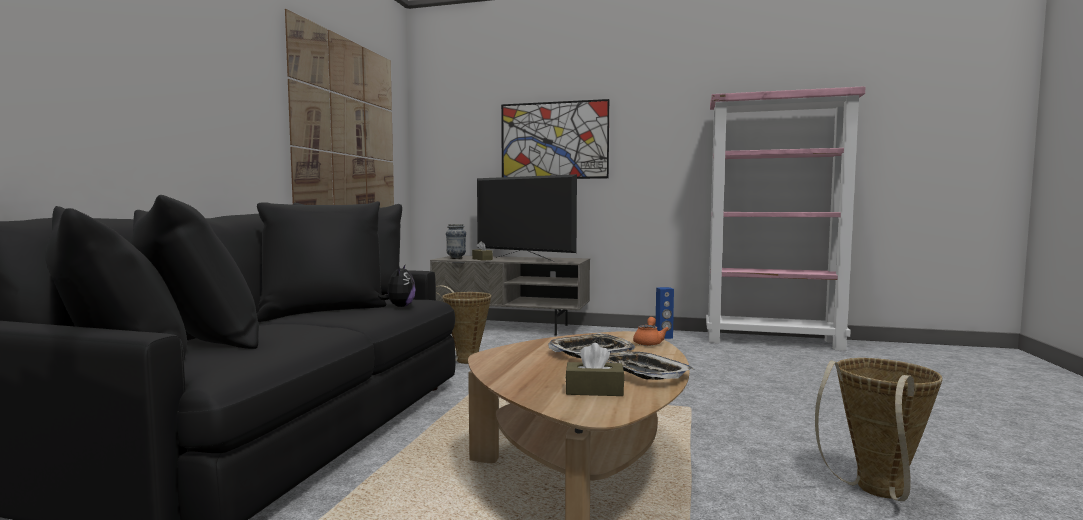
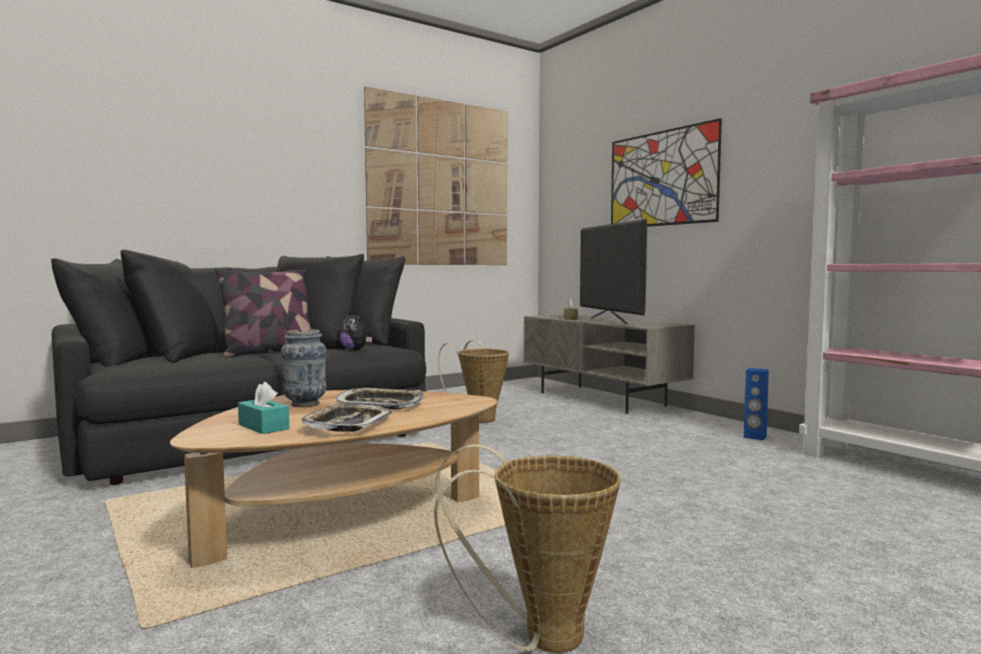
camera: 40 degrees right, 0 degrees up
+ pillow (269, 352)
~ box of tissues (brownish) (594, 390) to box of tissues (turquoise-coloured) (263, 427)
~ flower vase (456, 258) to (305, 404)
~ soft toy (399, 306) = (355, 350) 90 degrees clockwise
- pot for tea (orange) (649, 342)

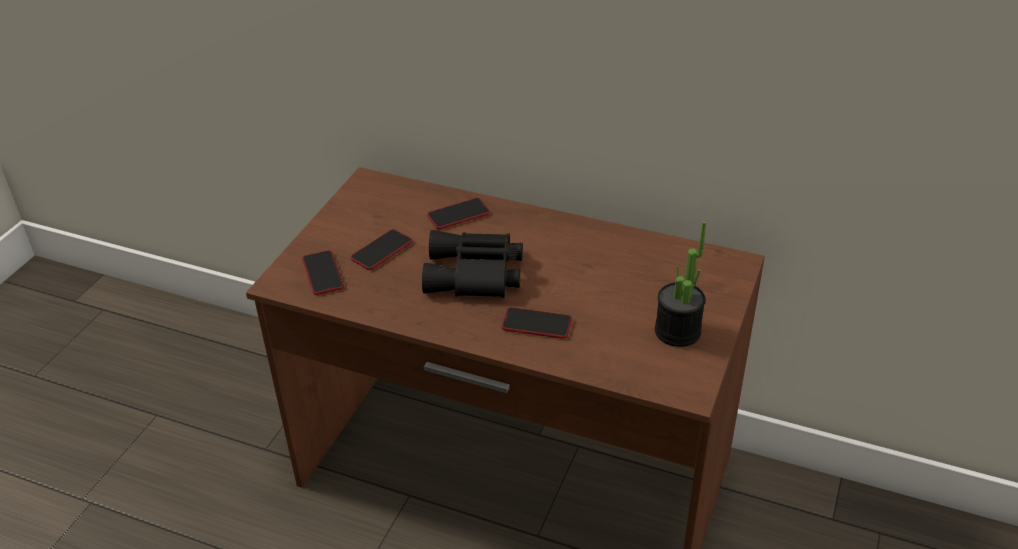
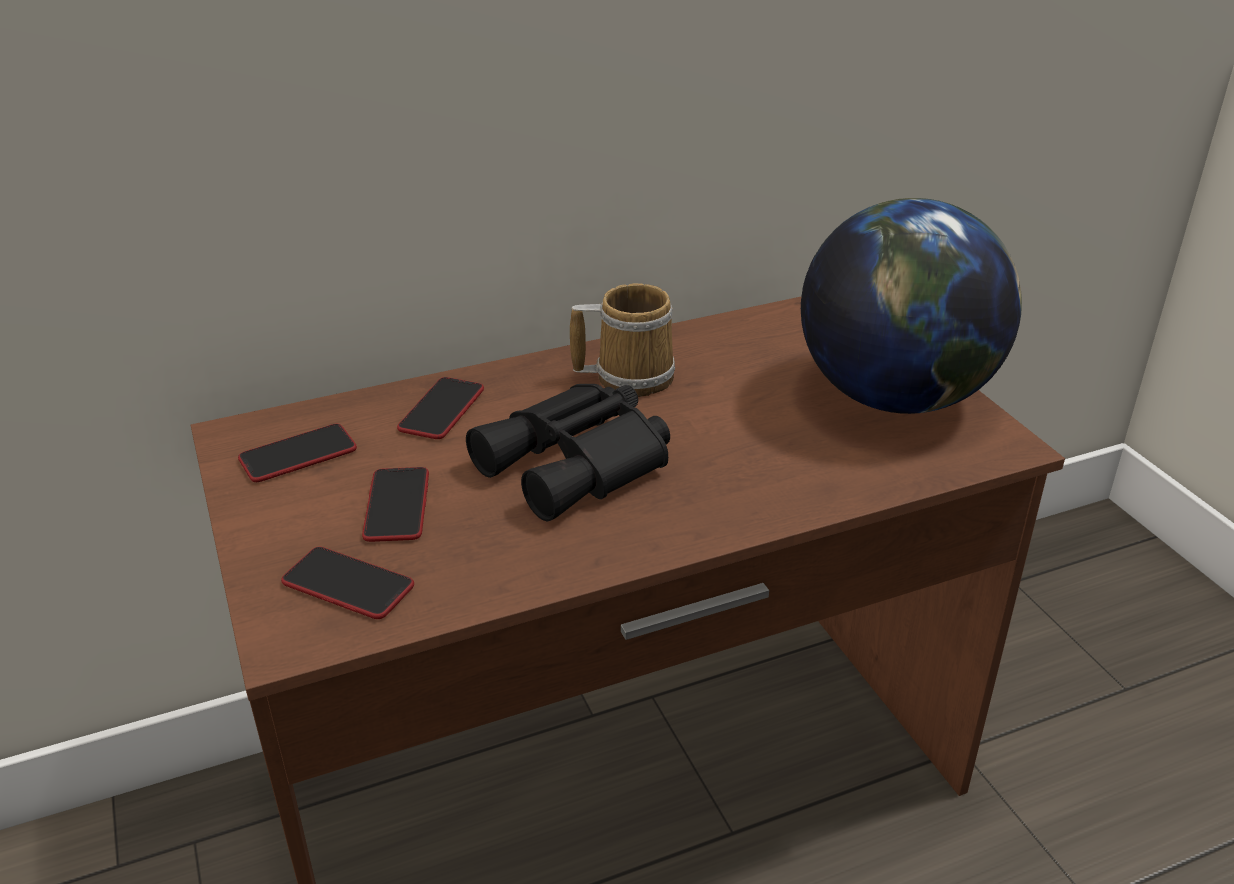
camera: 45 degrees left, 5 degrees down
~ phone (536, 324) to (298, 455)
+ mug (629, 375)
~ plant in a pot (677, 331) to globe (896, 396)

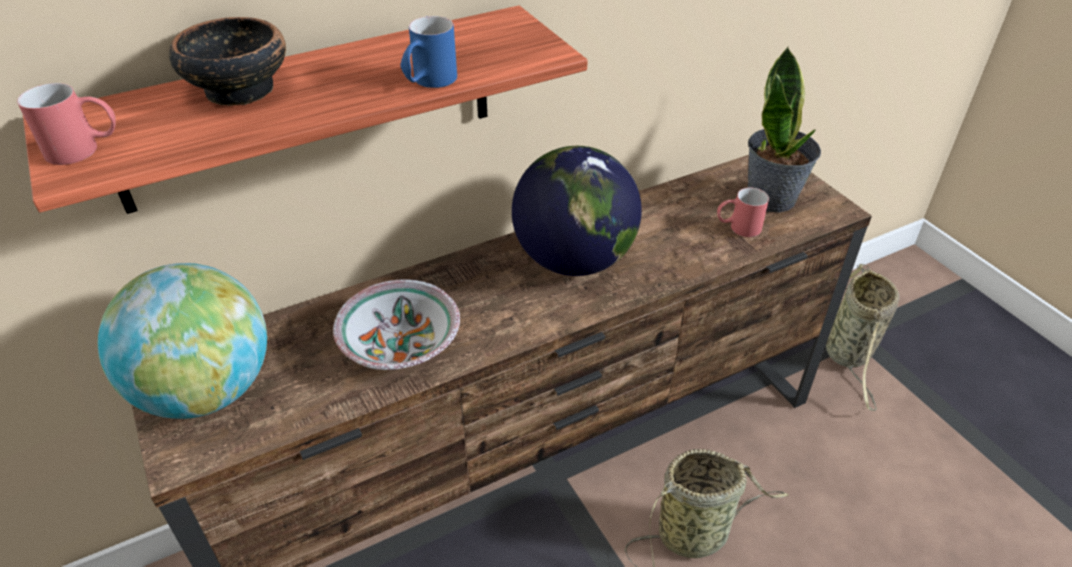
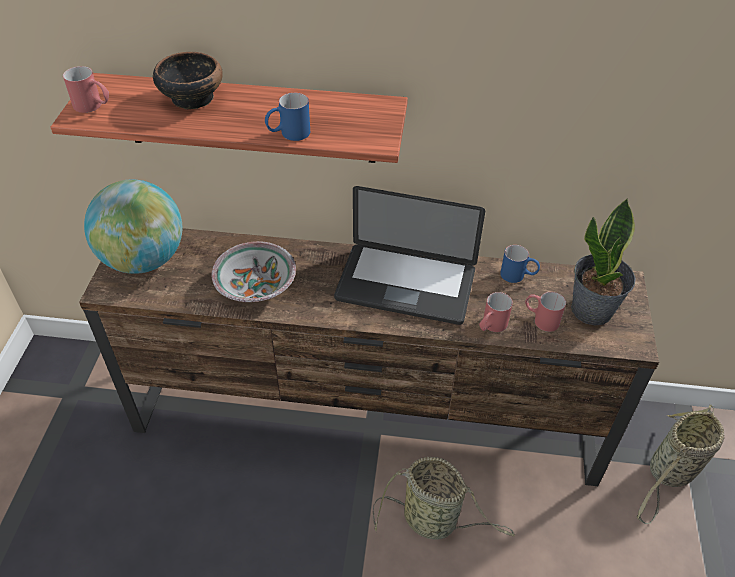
camera: 35 degrees right, 5 degrees up
~ globe (574, 259) to laptop (405, 285)
+ mug (reddish) (491, 326)
+ mug (bluish) (518, 276)

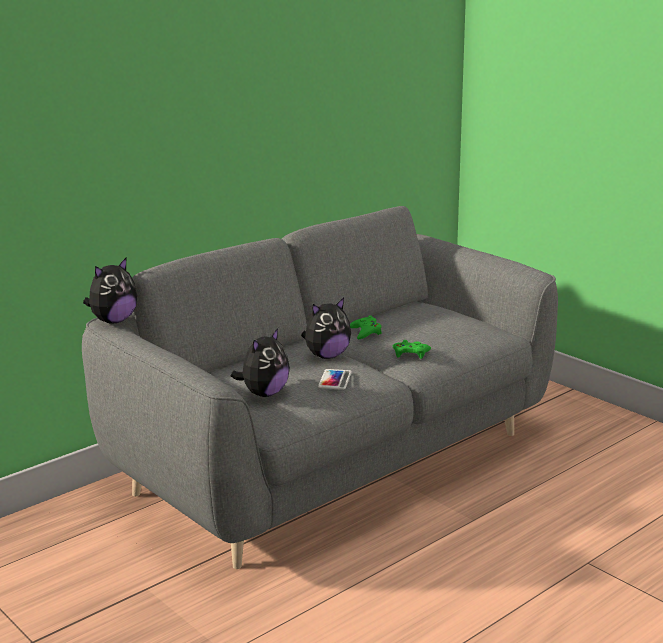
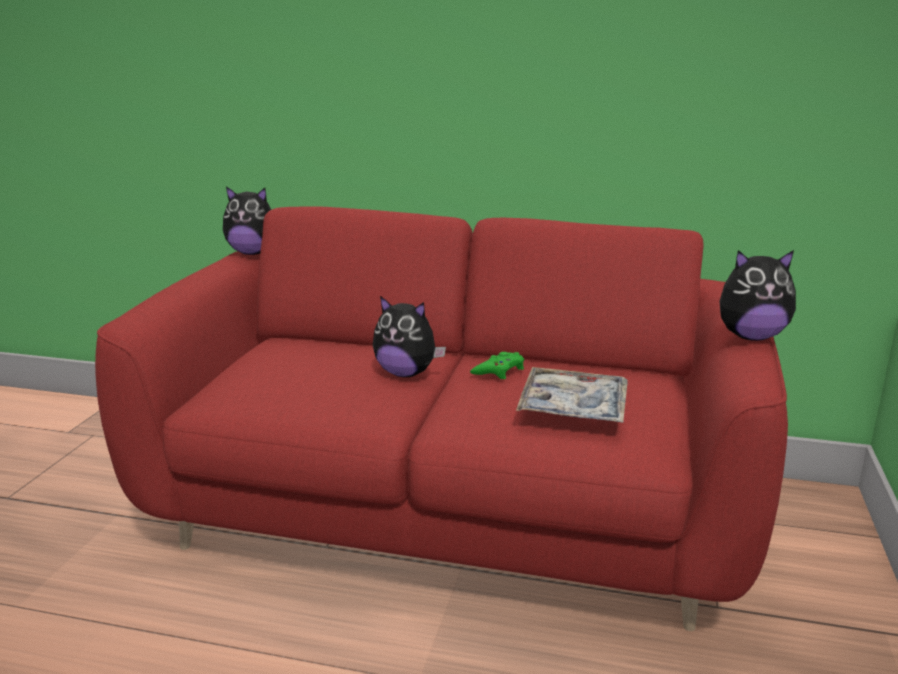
camera: 55 degrees right, 0 degrees up
~ settee (gray) (333, 462) to settee (reddish) (449, 519)
+ carrying tray (573, 407)
~ soft toy (264, 393) to (750, 337)
- phone (335, 380)
- gamepad (green-coloured) (410, 354)

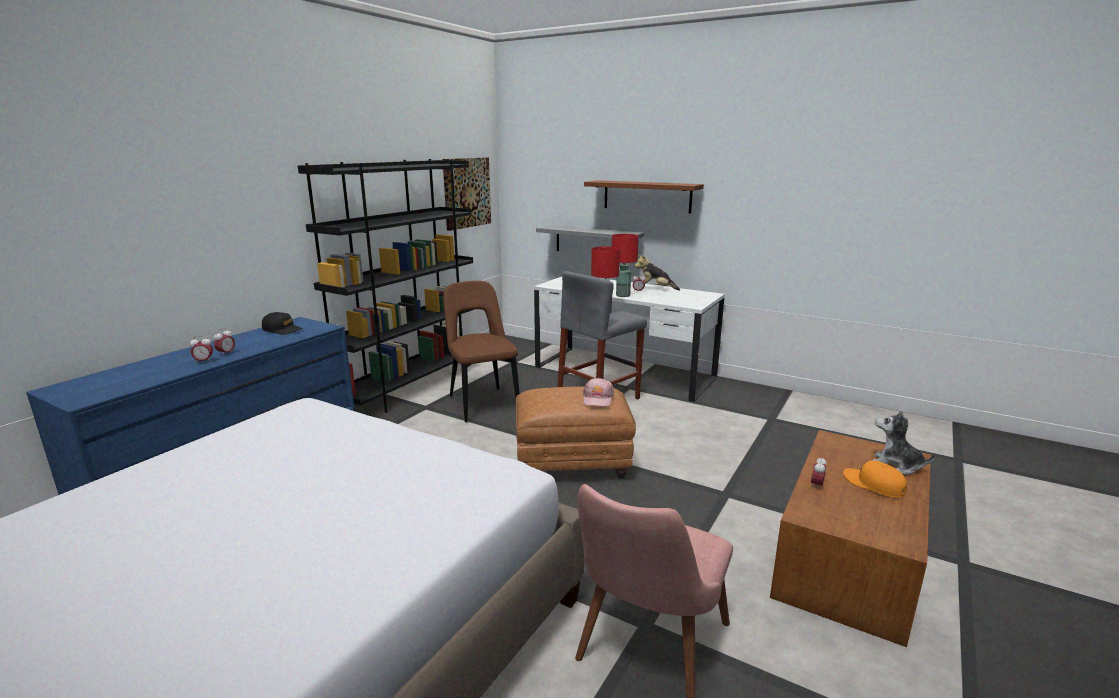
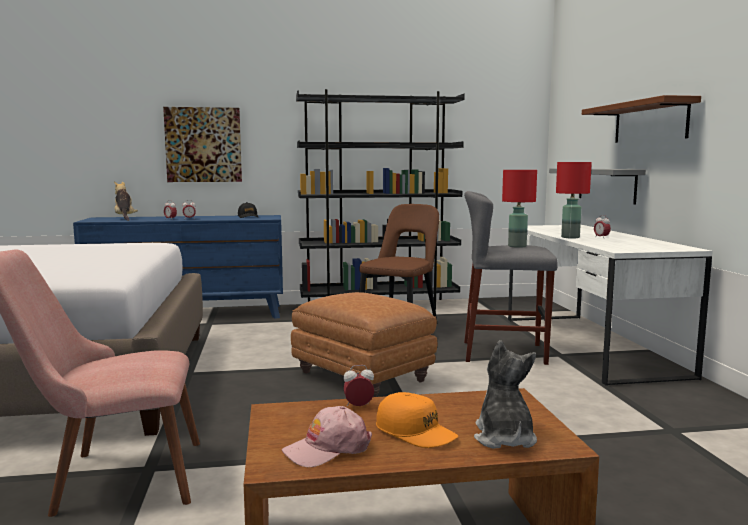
camera: 50 degrees right, 10 degrees down
~ soft toy (655, 289) to (124, 218)
~ picture (466, 193) to (203, 145)
~ baseball cap (pink-coloured) (598, 399) to (327, 449)
~ baseball cap (orange) (873, 484) = (415, 432) 120 degrees clockwise

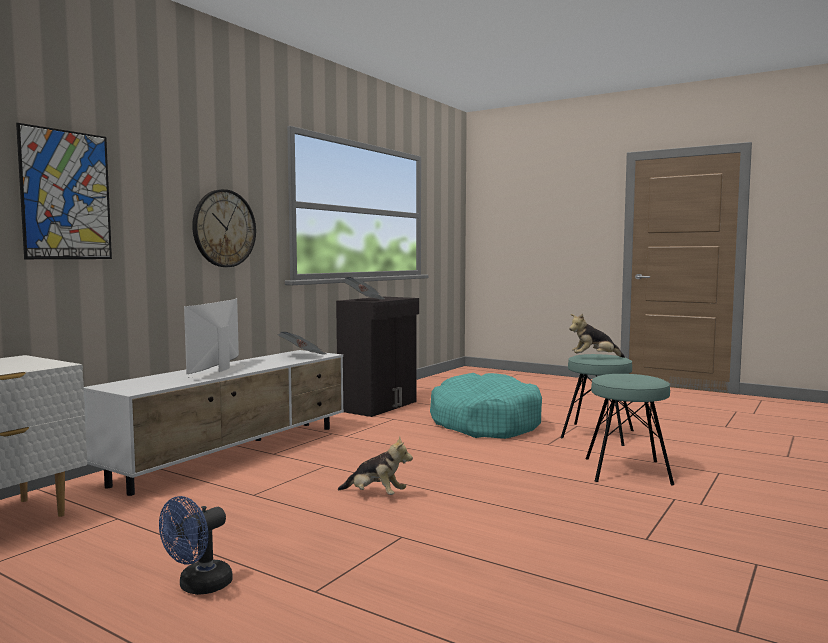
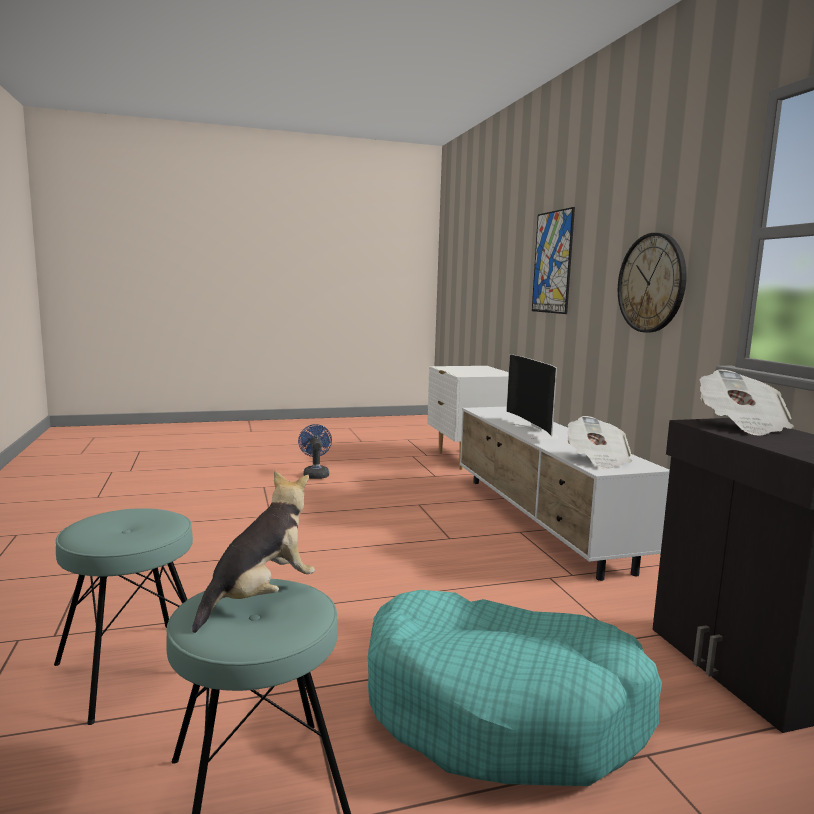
camera: 130 degrees right, 5 degrees up
~ television (222, 371) = (534, 429) 150 degrees counterclockwise
- soft toy (375, 495)

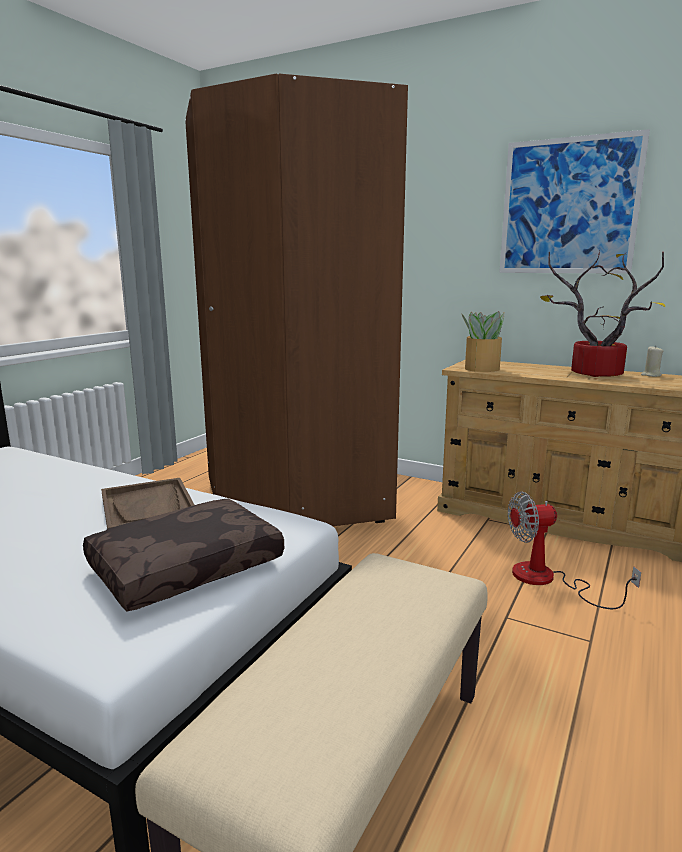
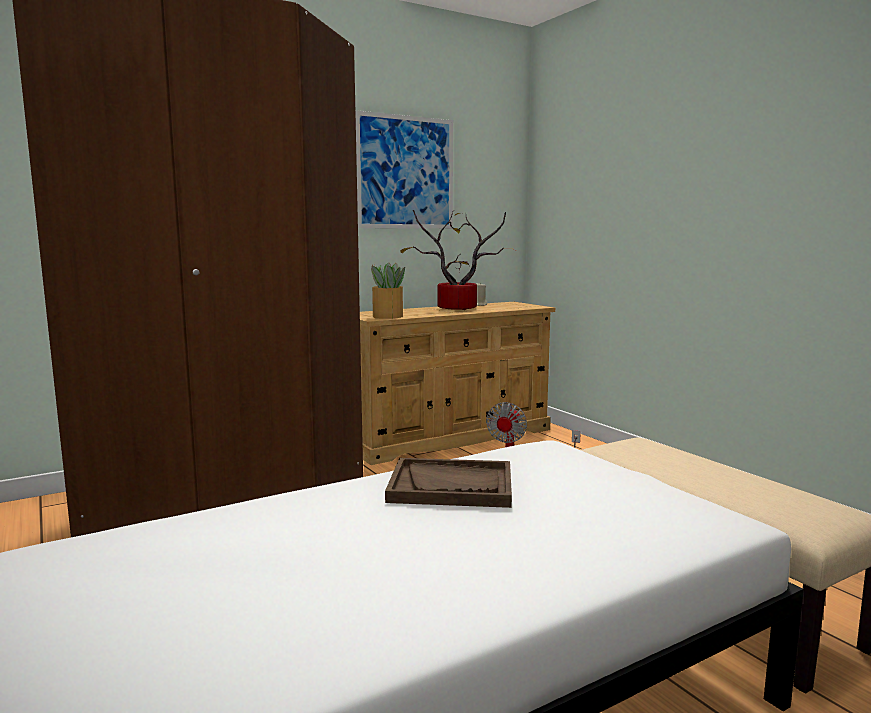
camera: 60 degrees left, 5 degrees down
- pillow (brownish) (186, 566)

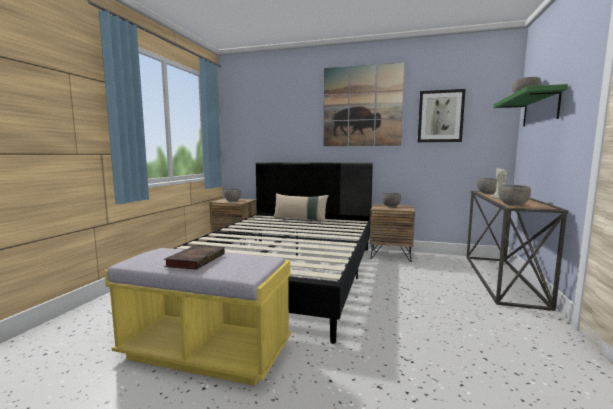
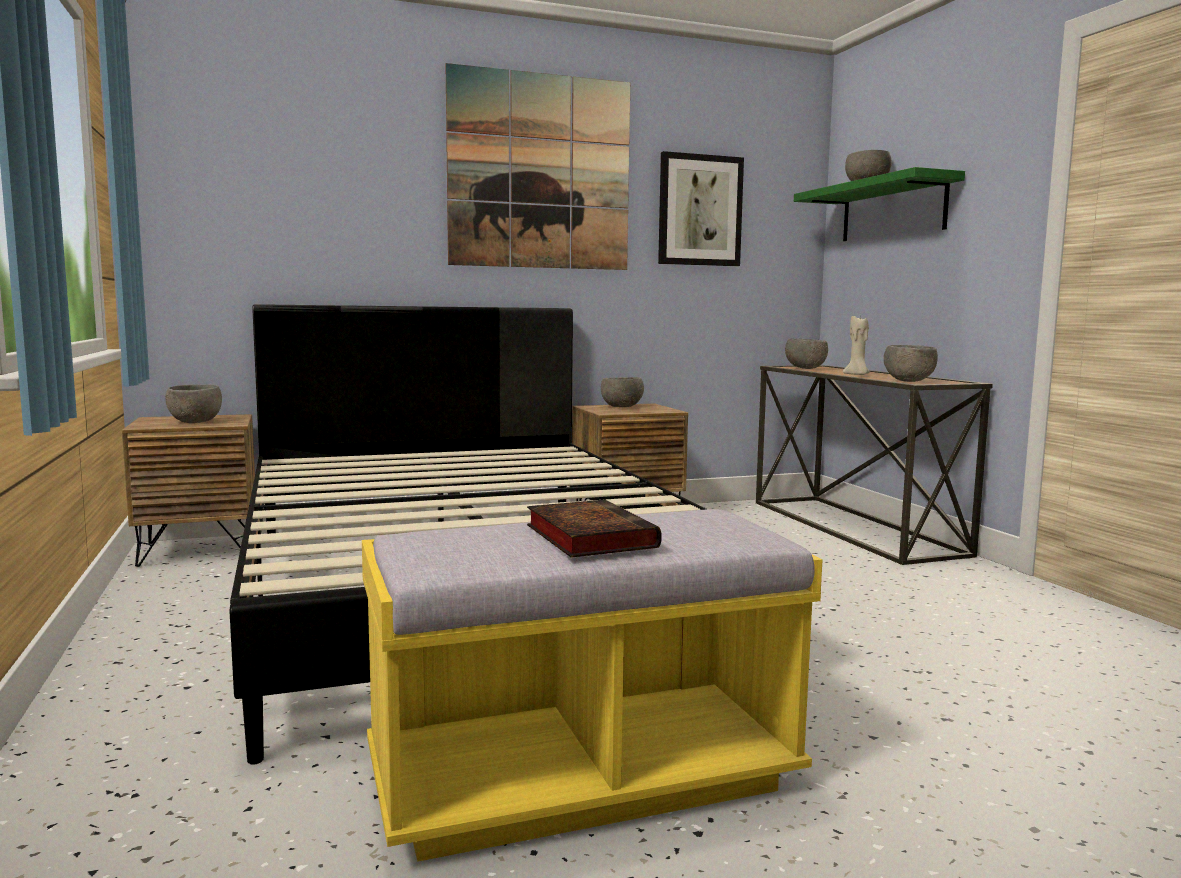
camera: 35 degrees left, 0 degrees up
- pillow (sand-coloured) (300, 220)

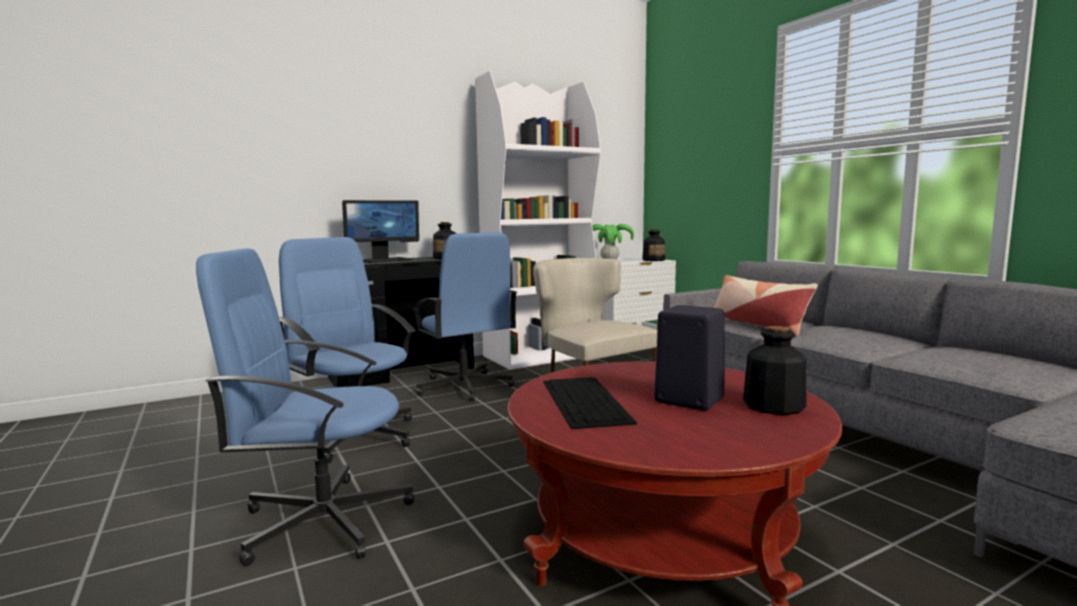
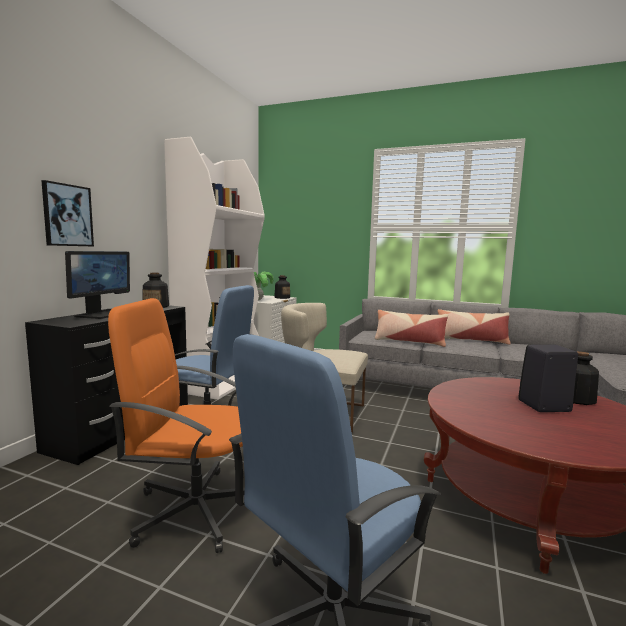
camera: 40 degrees left, 0 degrees up
+ picture (67, 215)
~ office chair (bluish) (356, 436) to office chair (orange) (195, 509)
+ pillow (471, 340)
- PC keyboard (585, 401)

